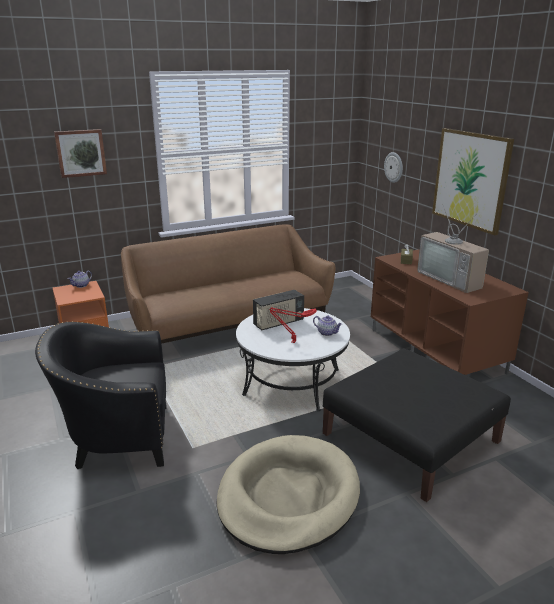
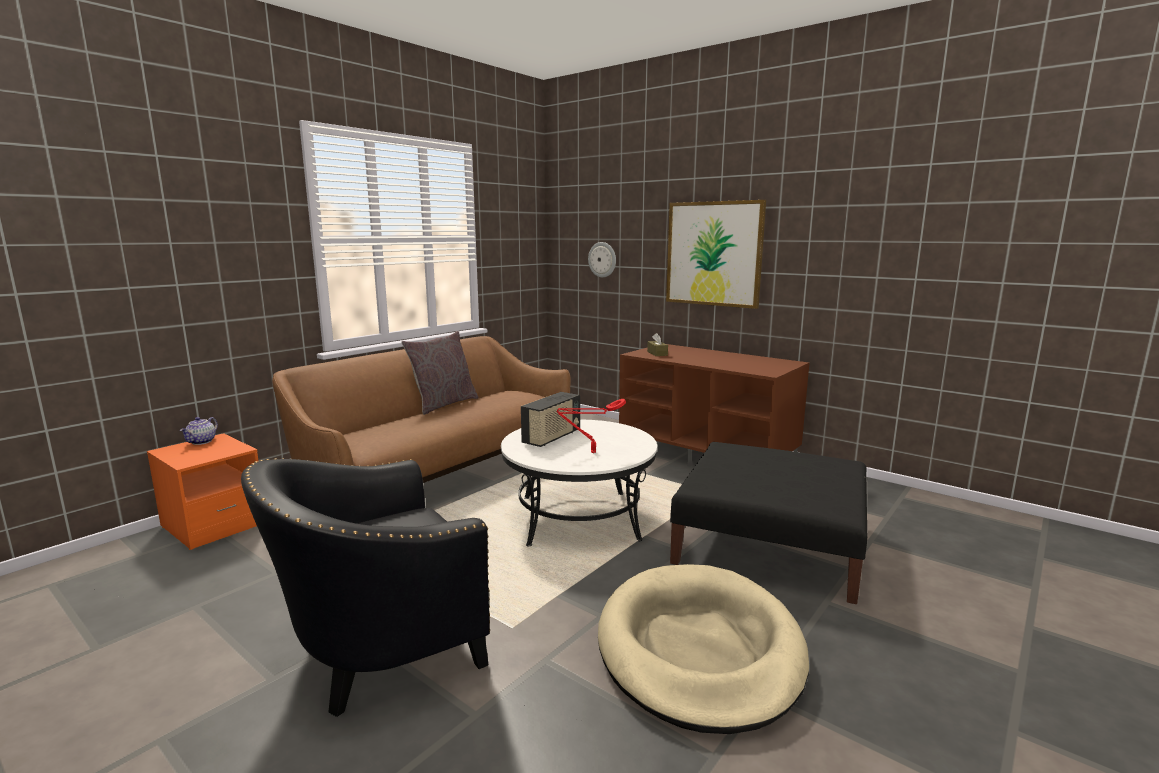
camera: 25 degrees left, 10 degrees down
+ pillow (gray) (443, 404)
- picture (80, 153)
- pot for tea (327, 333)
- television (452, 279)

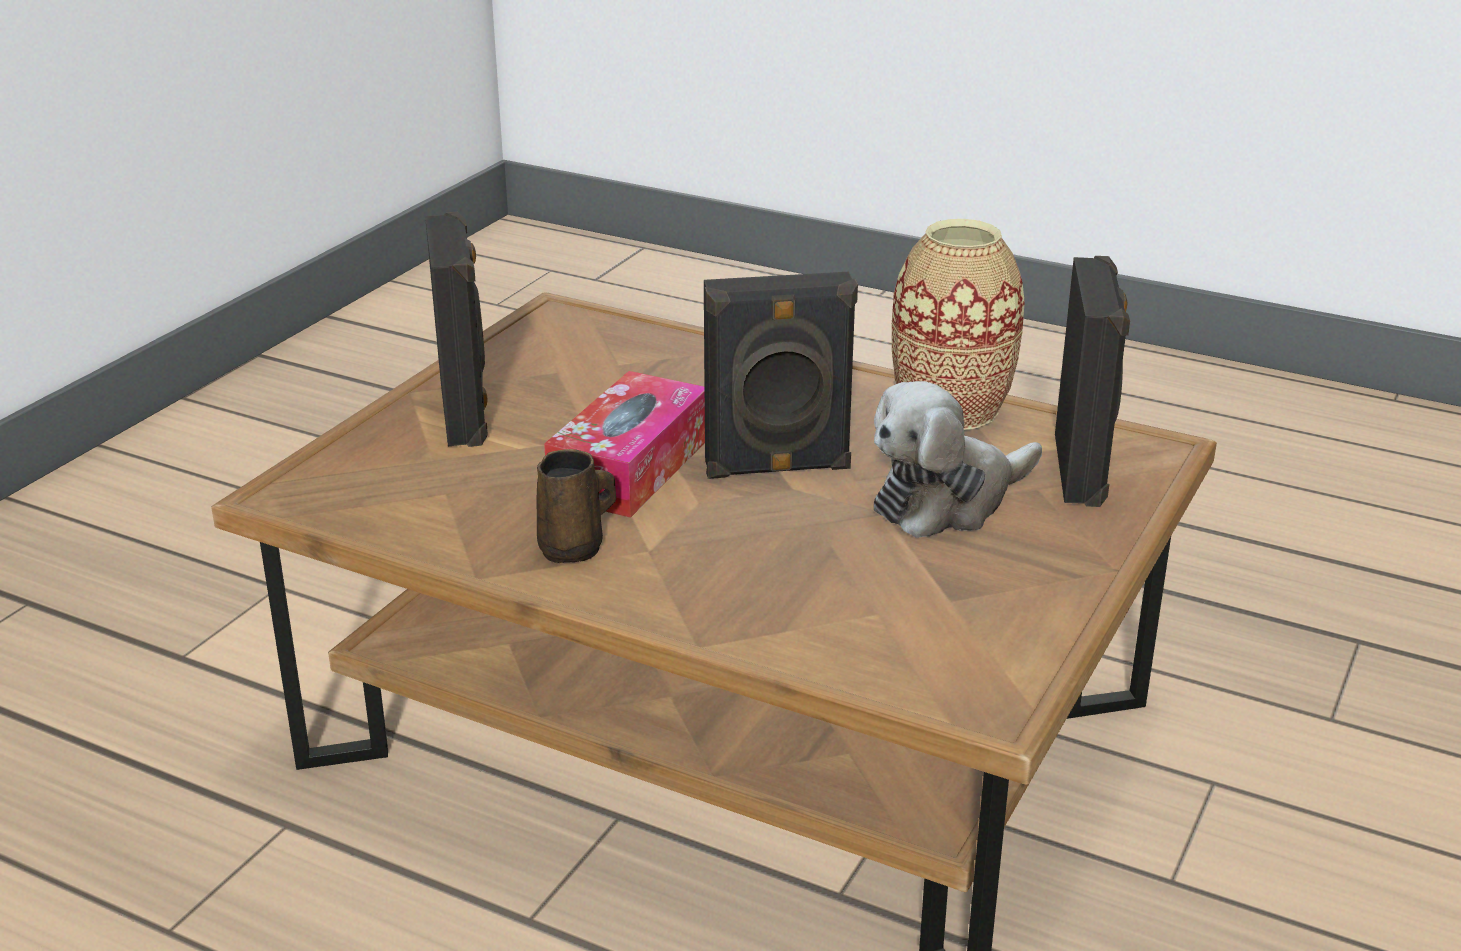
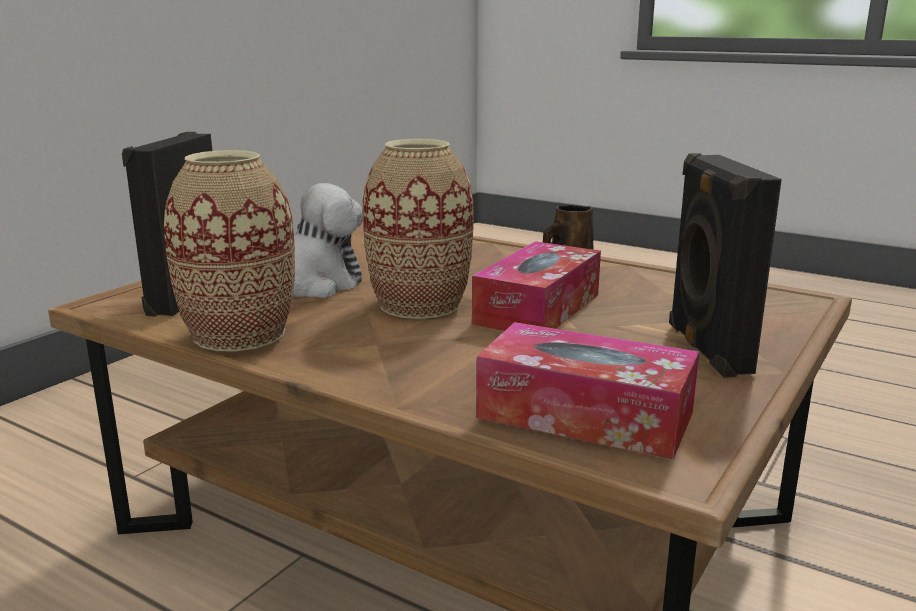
camera: 175 degrees left, 10 degrees down
~ speaker (black) (777, 468) to flower vase (419, 304)
+ box of tissues (585, 415)

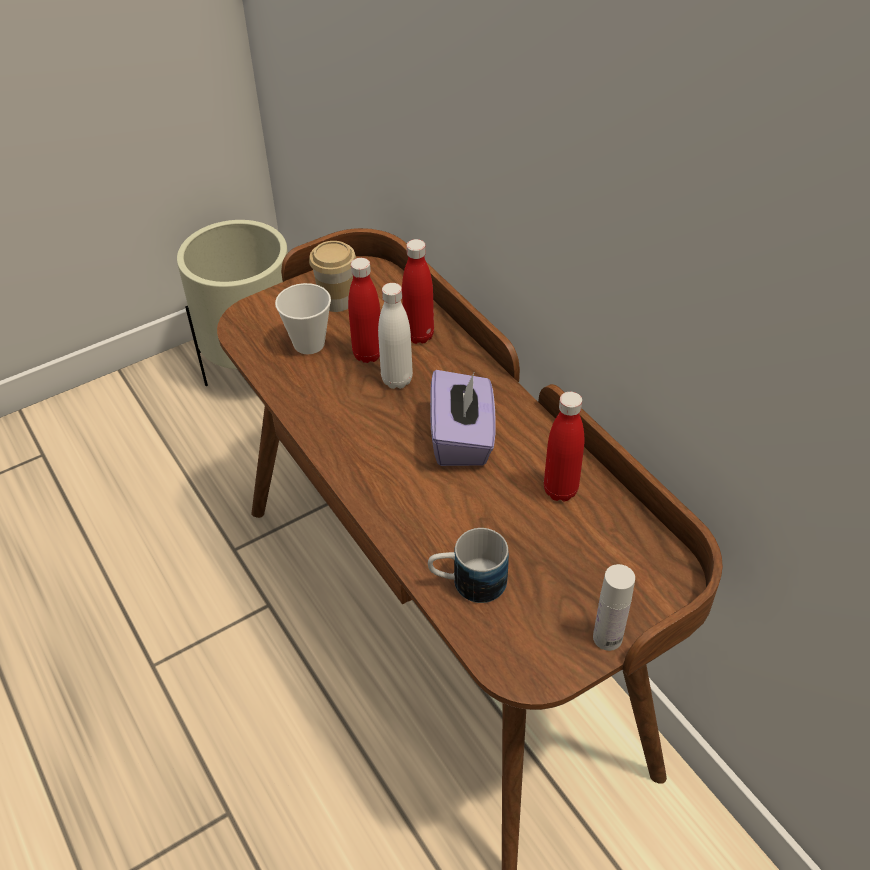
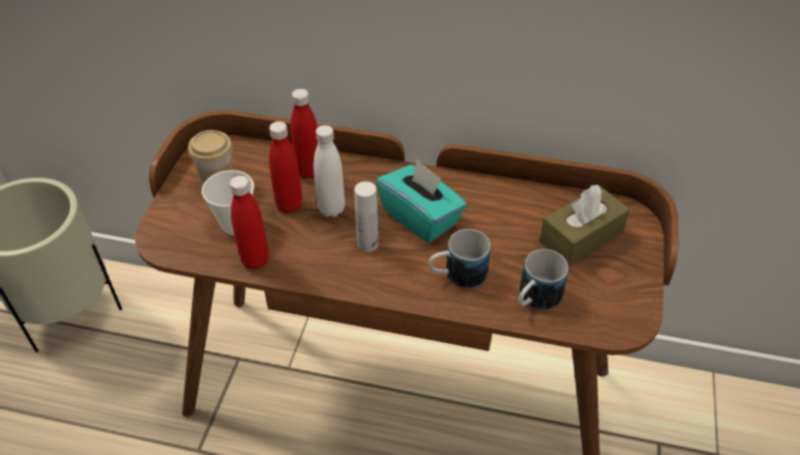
camera: 45 degrees left, 0 degrees up
~ beverage bottle (reddish) (560, 490) to (255, 260)
~ beverage bottle (white-coloured) (607, 638) to (367, 244)
~ box of tissues (purplish) (462, 438) to box of tissues (turquoise-coloured) (421, 217)
+ mug (457, 275)
+ box of tissues (brownish) (581, 237)

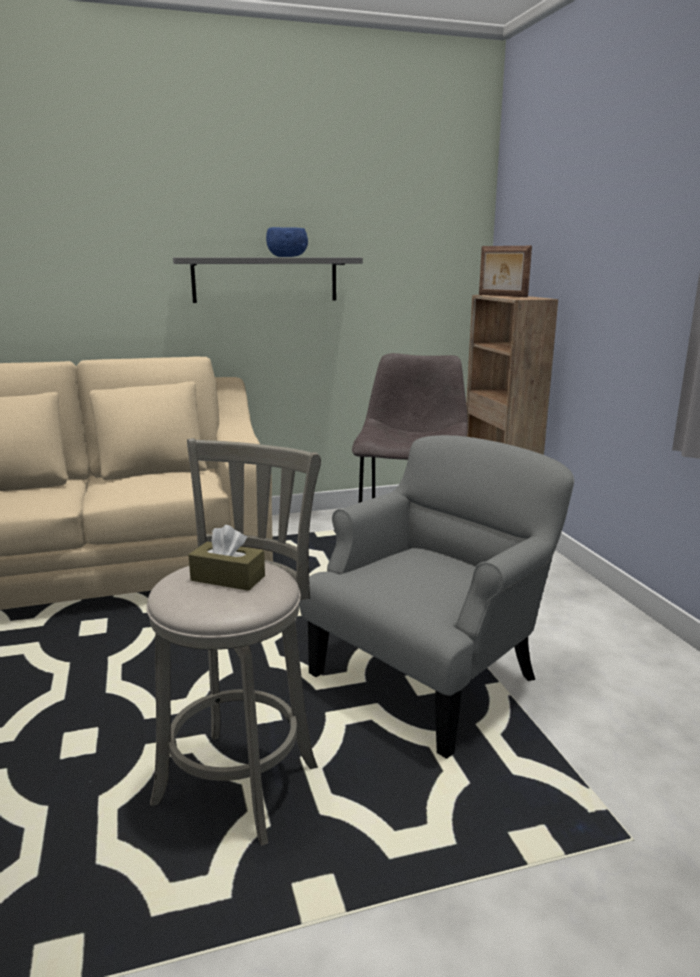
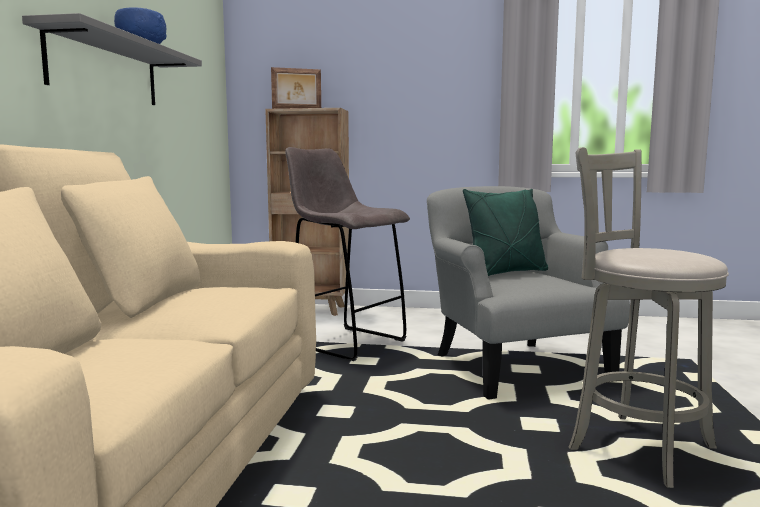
camera: 65 degrees left, 10 degrees down
+ pillow (green-coloured) (506, 273)
- box of tissues (brownish) (228, 578)

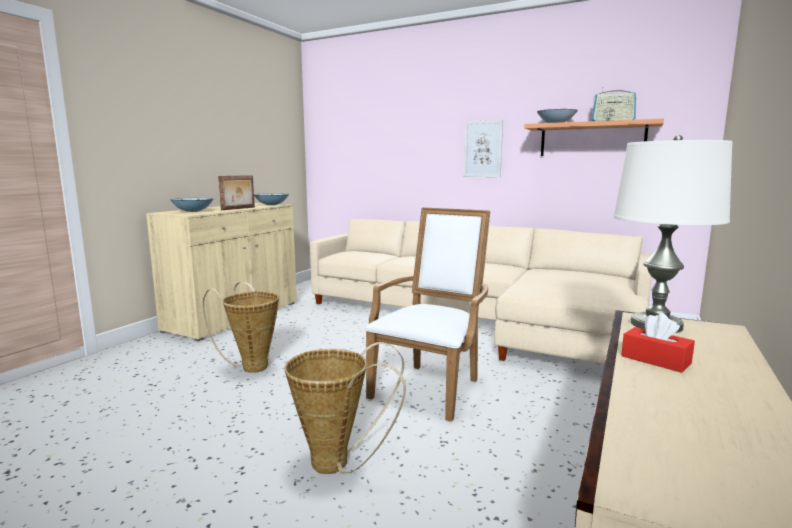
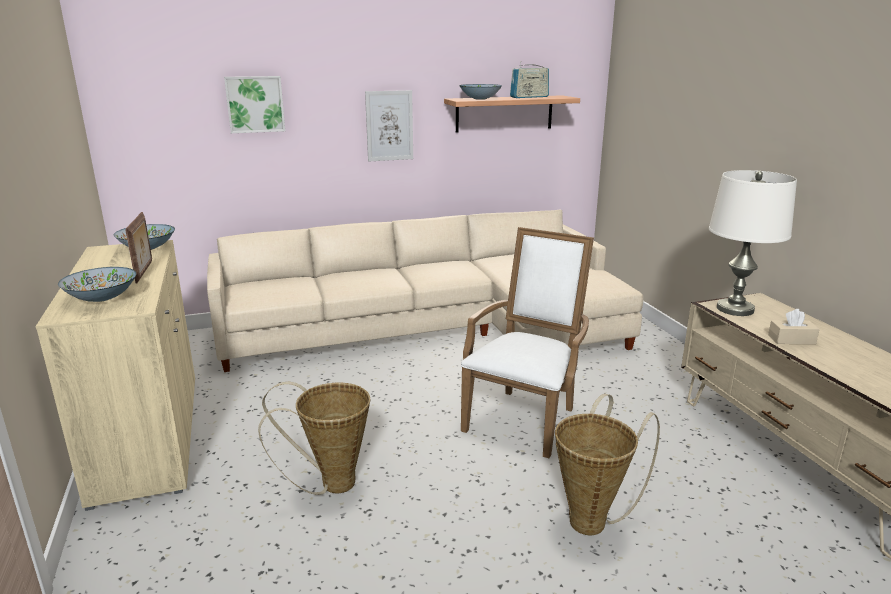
camera: 45 degrees left, 10 degrees up
+ picture (255, 104)
~ armchair (white-coloured) (431, 386) = (525, 417) 45 degrees clockwise
~ box of tissues (reddish) (655, 360) to box of tissues (sand-coloured) (791, 339)

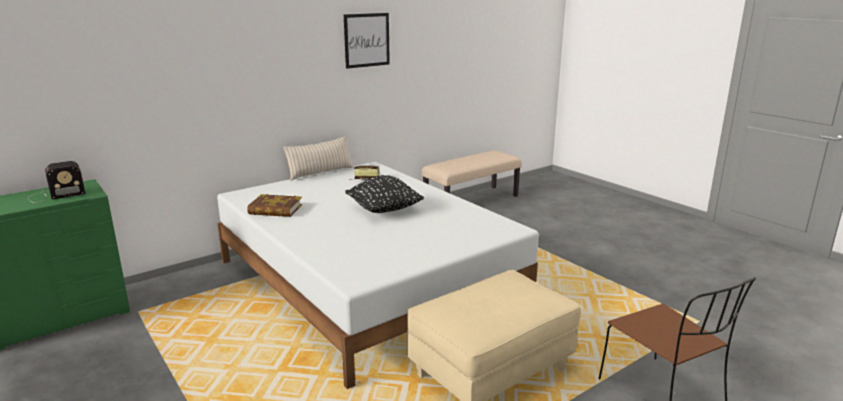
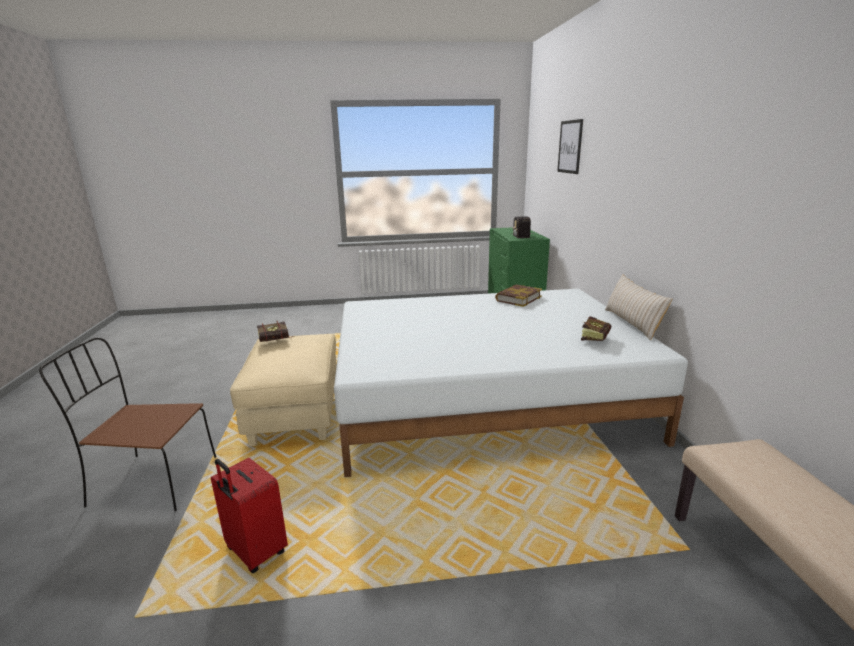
camera: 120 degrees right, 0 degrees up
+ travel case (reddish) (255, 552)
+ book (277, 341)
~ picture (367, 40) to (570, 147)
- pillow (black) (384, 210)

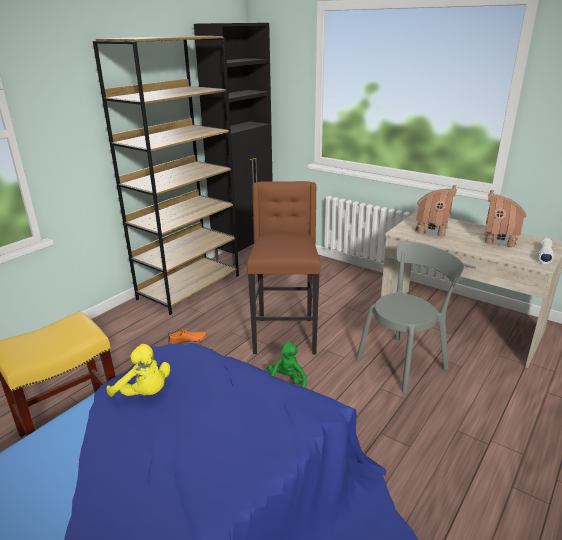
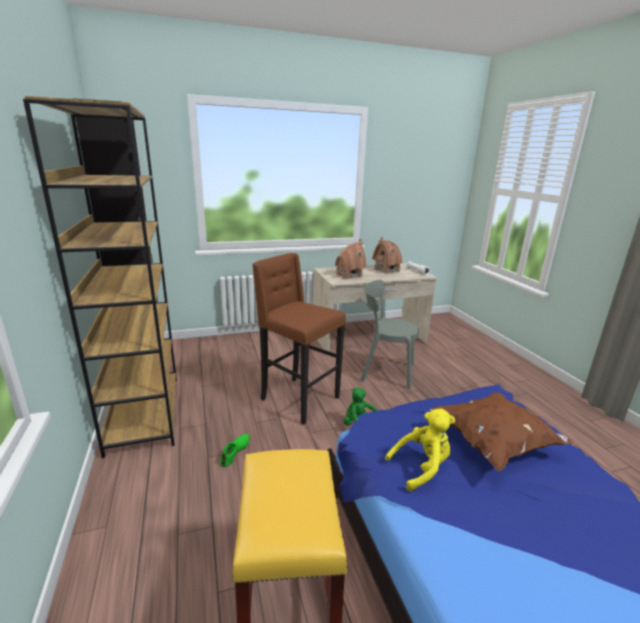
camera: 55 degrees left, 5 degrees down
~ item of footwear (orange) (188, 340) to item of footwear (green-coloured) (235, 452)
~ plain chair (gray) (404, 362) = (384, 372) 75 degrees counterclockwise
+ pillow (brownish) (493, 443)

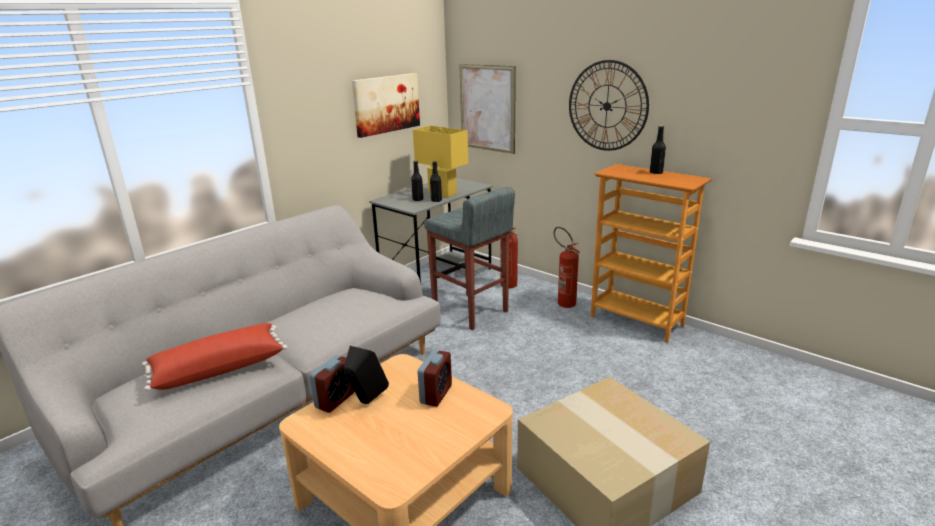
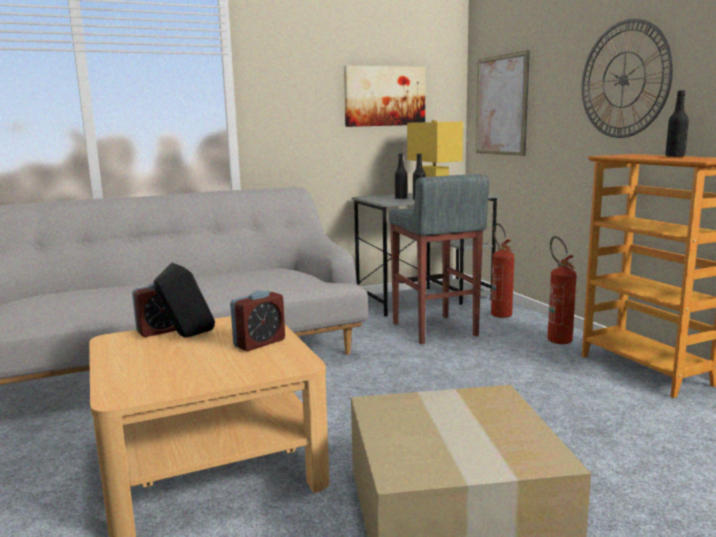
camera: 25 degrees right, 10 degrees down
- pillow (reddish) (219, 368)

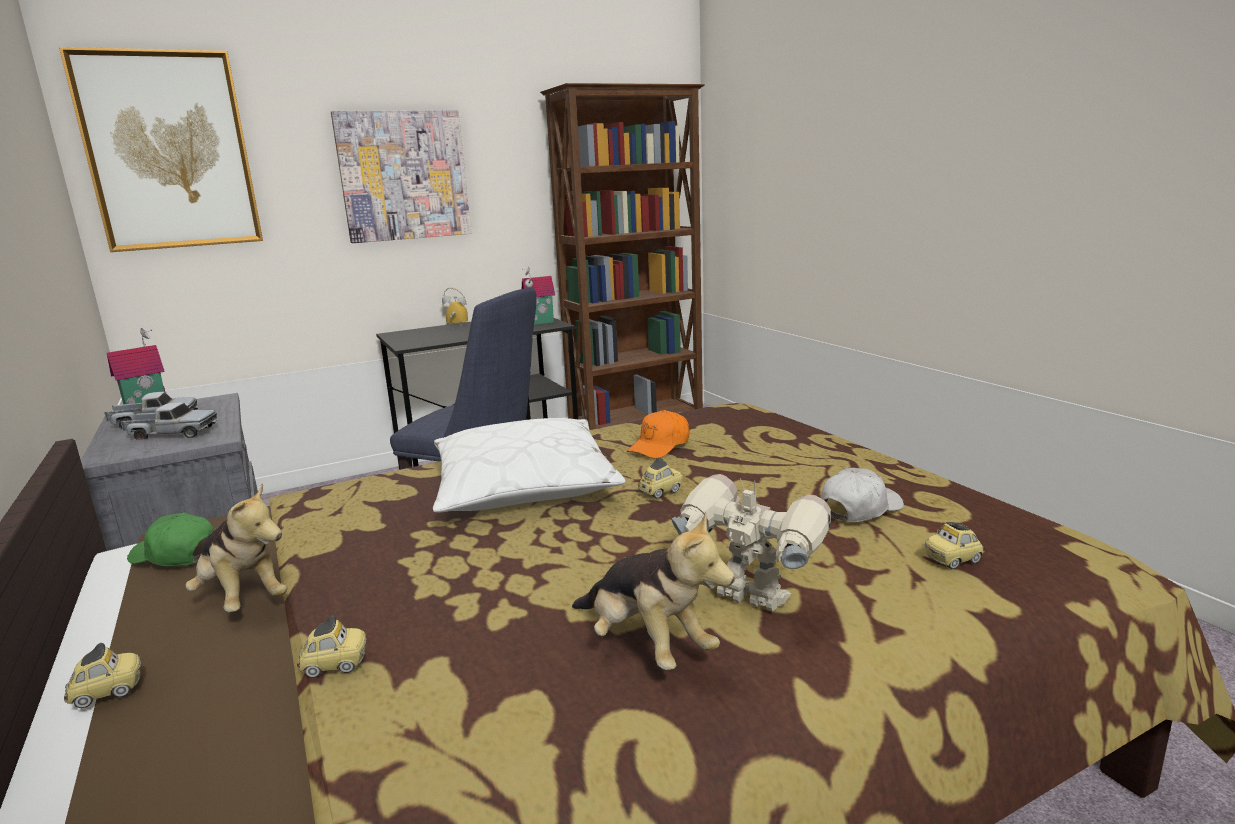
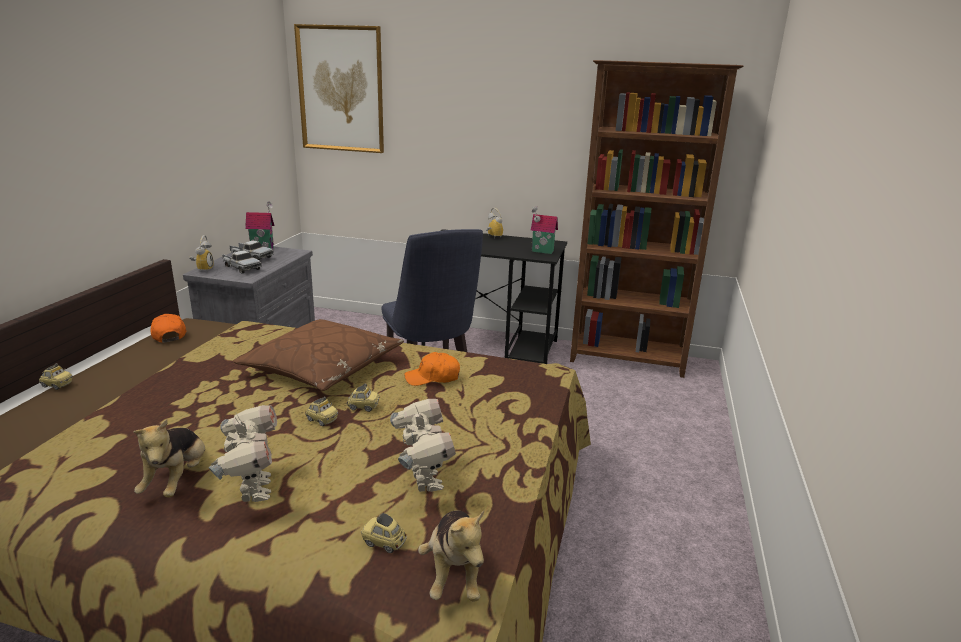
camera: 40 degrees right, 5 degrees up
~ baseball cap (green-coloured) (175, 555) to baseball cap (orange) (168, 335)
+ bedside clock (203, 269)
~ pillow (white-coloured) (523, 485) to pillow (brownish) (322, 367)
~ model car (335, 665) to (322, 420)
~ baseball cap (white-coloured) (860, 509) to model robot (423, 481)
~ soft toy (241, 598) to (454, 574)
- picture (404, 176)

